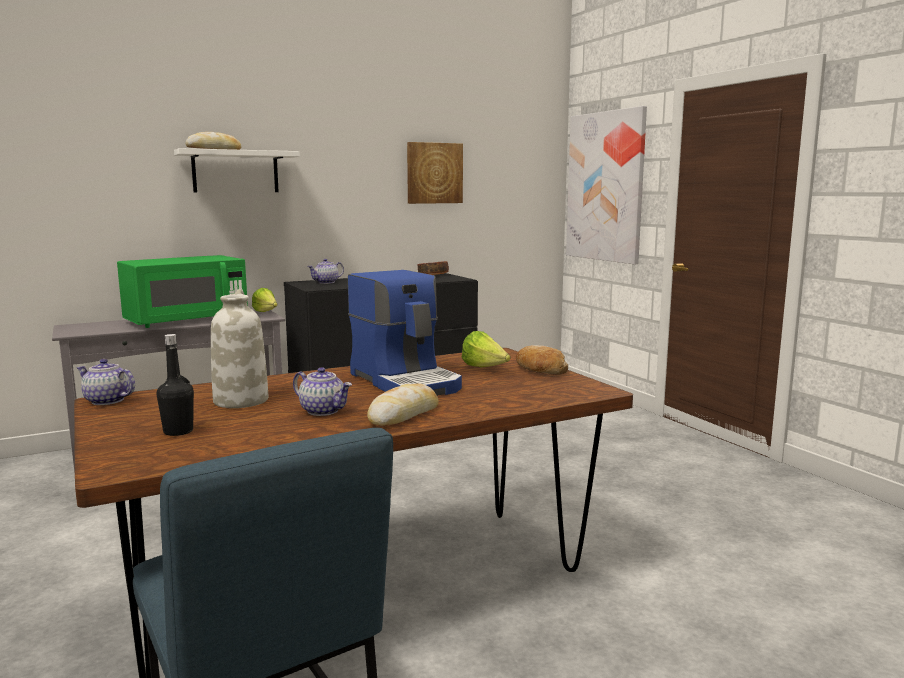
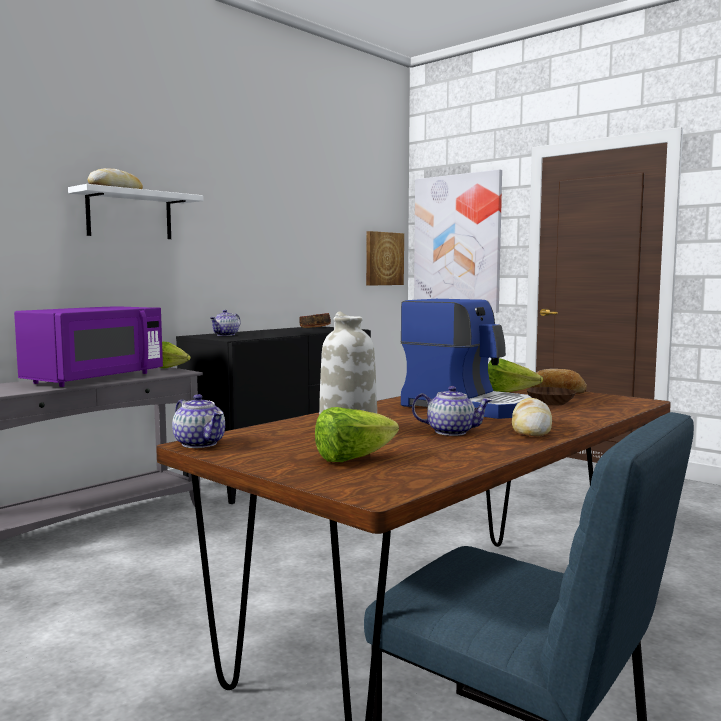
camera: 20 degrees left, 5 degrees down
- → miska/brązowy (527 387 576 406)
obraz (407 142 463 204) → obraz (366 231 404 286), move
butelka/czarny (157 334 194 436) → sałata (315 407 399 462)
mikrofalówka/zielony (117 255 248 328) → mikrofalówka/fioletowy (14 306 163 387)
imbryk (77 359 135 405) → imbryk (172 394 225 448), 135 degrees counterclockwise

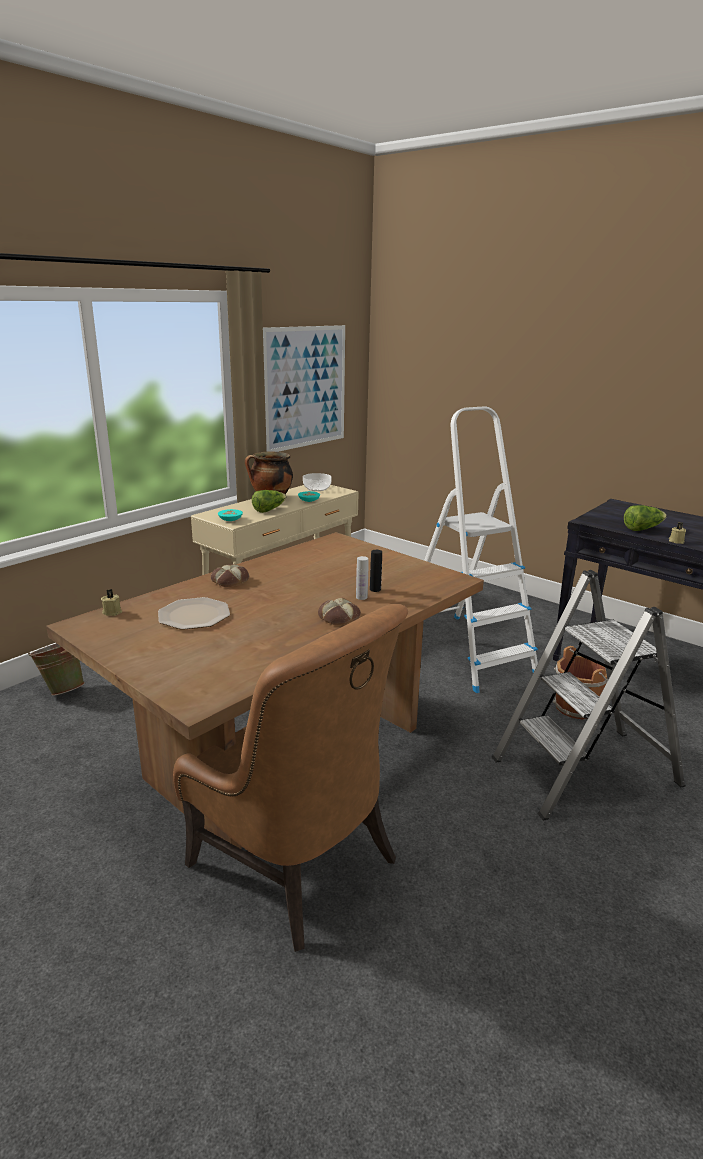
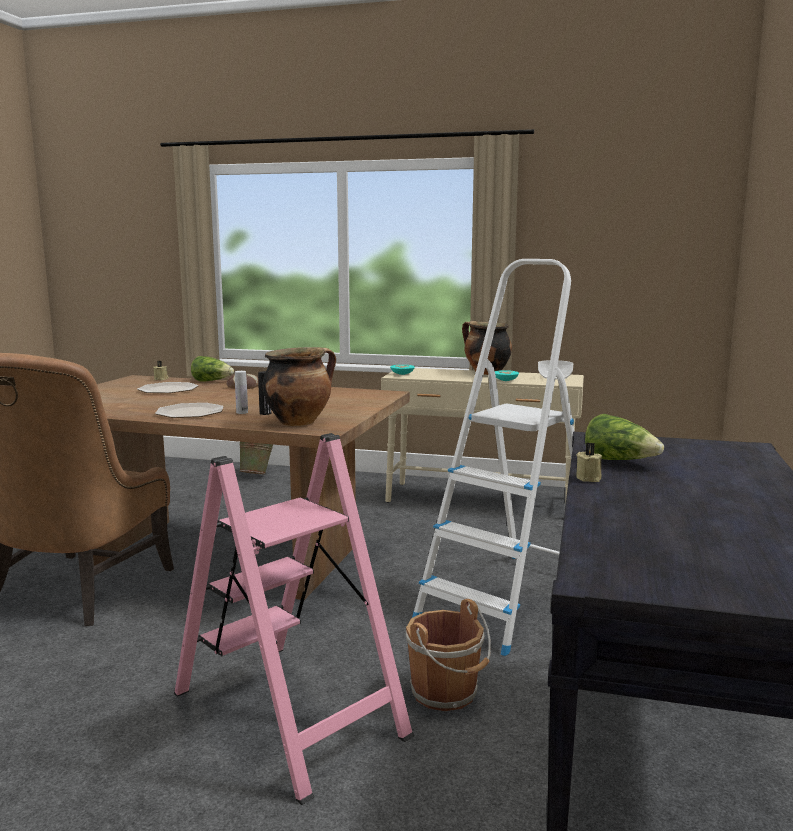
camera: 65 degrees right, 10 degrees down
obraz (263 325 345 452) → -
- → garnek (262 347 336 426)
sałata (252 490 287 513) → sałata (191 356 234 382), move
chleb (318 598 361 625) → talerz (155 403 224 418)
drabinka/szary (492 570 686 820) → drabinka/różowy (174 433 414 805)

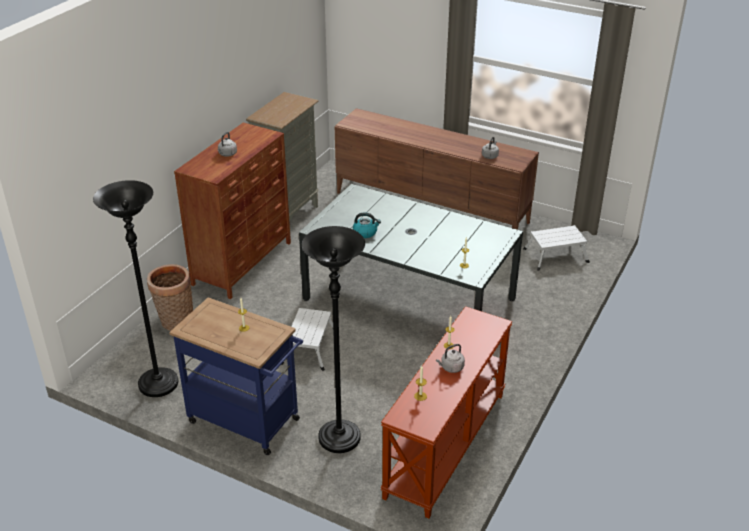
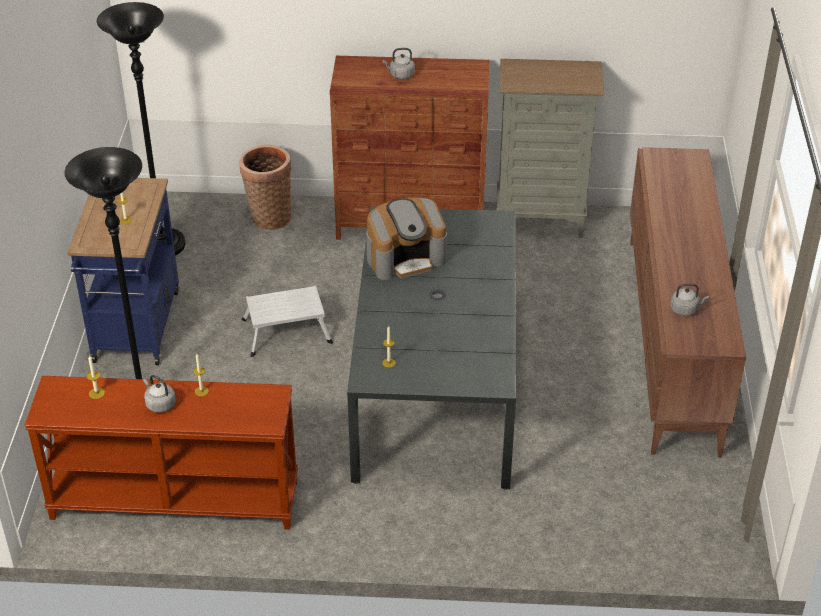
camera: 65 degrees right, 5 degrees up
drabinka/biały (523 225 590 271) → -
czajnik (353 212 381 238) → ekspres do kawy (366 197 447 280)

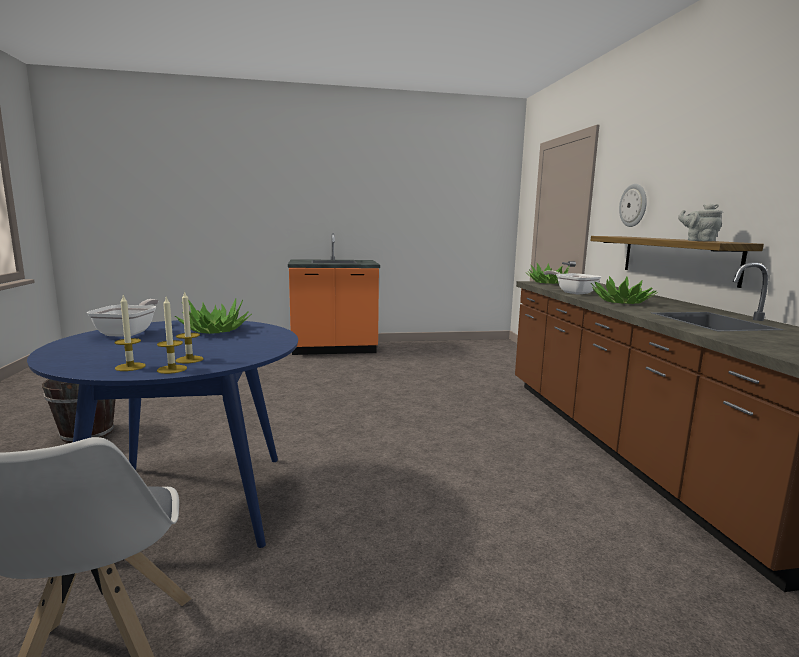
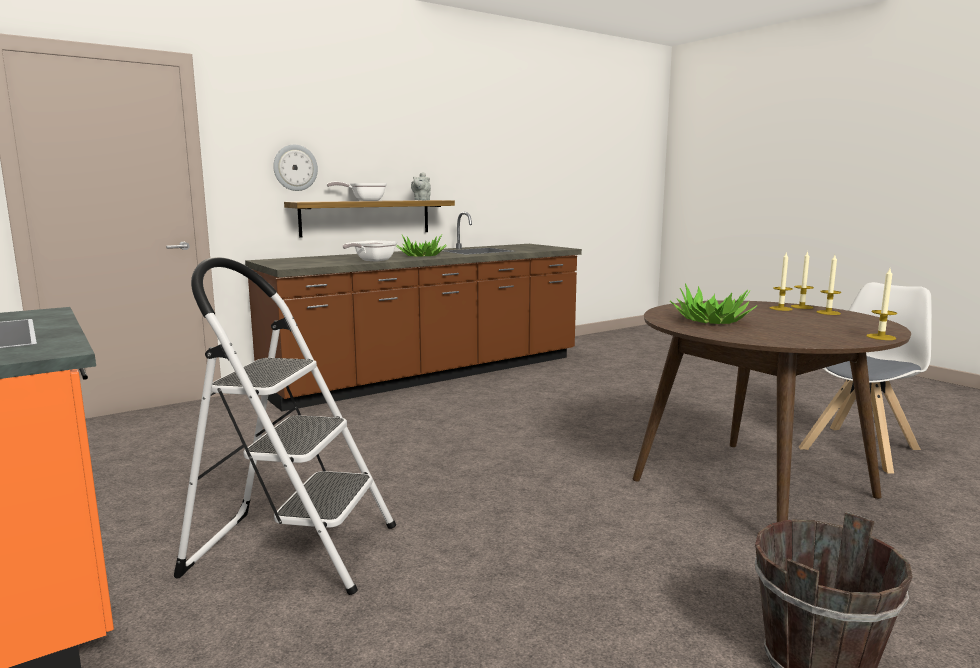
camera: 115 degrees left, 0 degrees up
roślina doniczkowa (528 262 569 284) → -
- → drabinka (174 257 396 595)
- → świeca (866 268 897 340)
patelnia (87 299 158 337) → patelnia (327 182 387 201), move
stół jadalny/niebieski (27 320 298 548) → stół jadalny/brązowy (633 300 911 522)

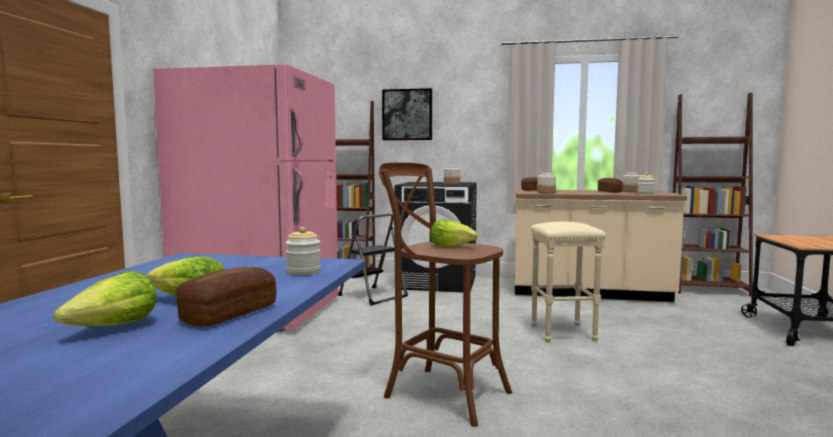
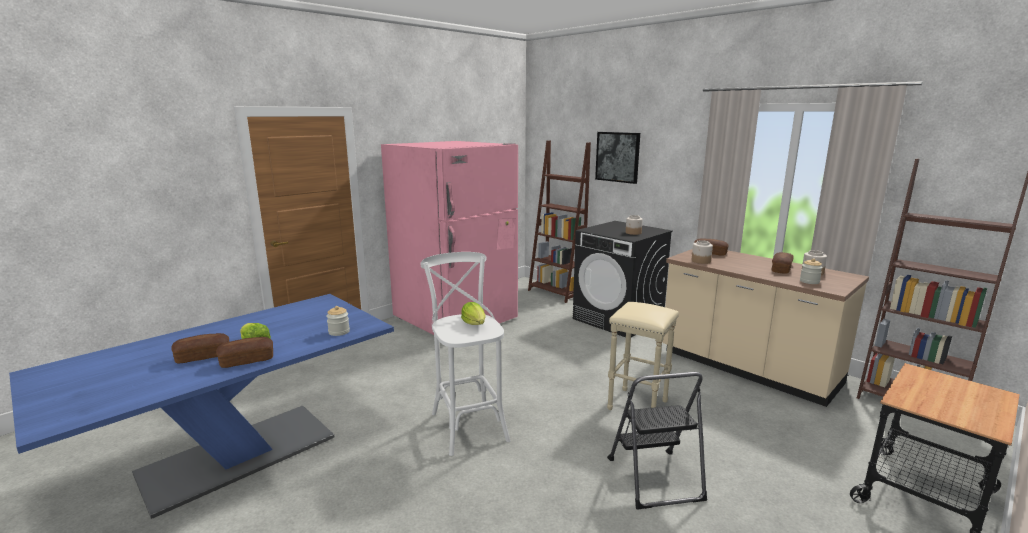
camera: 35 degrees right, 10 degrees up
drabinka/czarny (338 213 408 306) → drabinka/czarny (607 372 707 510), move
sałata (54 271 157 326) → chleb (171 333 229 363)
stołek/brązowy (378 163 512 427) → stołek/biały (420 252 511 456)

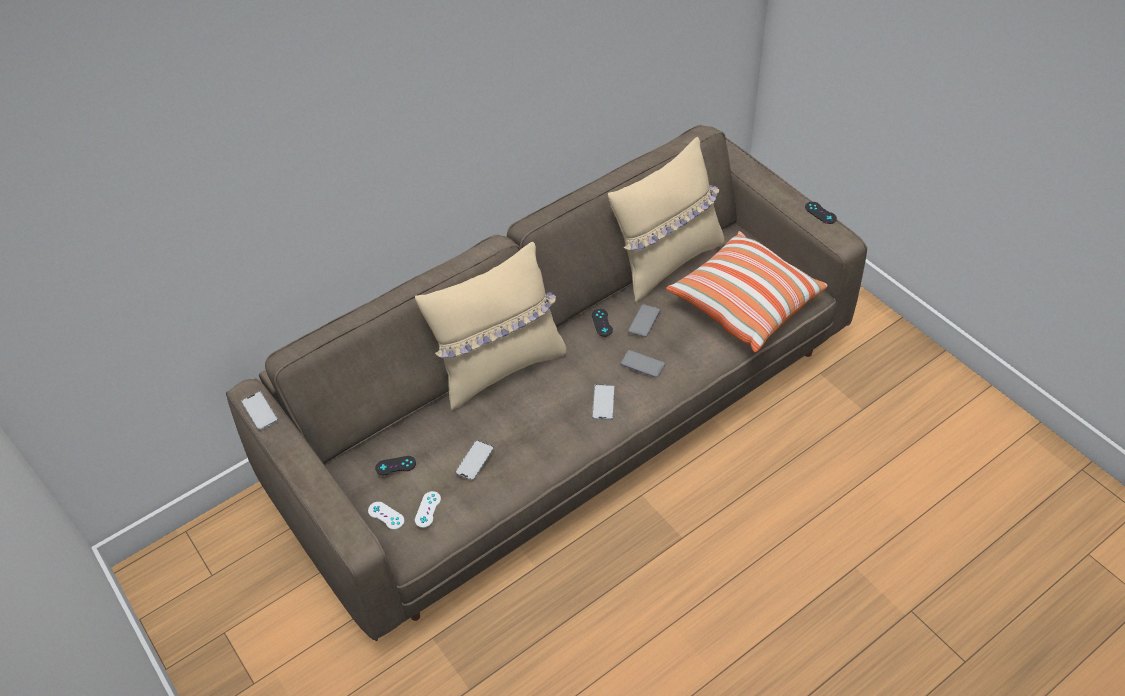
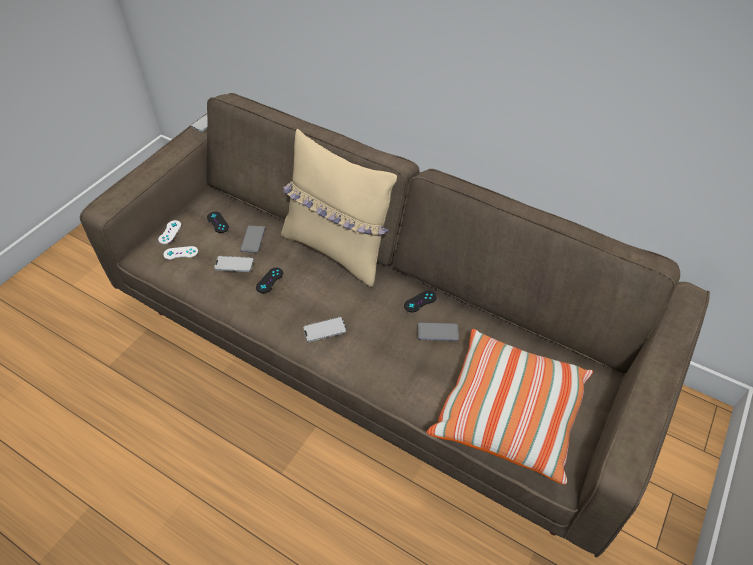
camera: 65 degrees right, 0 degrees up
poduszka/beżowy (608 137 724 303) → -
telefon (621 350 665 377) → telefon (241 225 265 253), move
pad do gier/czarny (805 202 837 224) → pad do gier/czarny (256 267 283 293), move

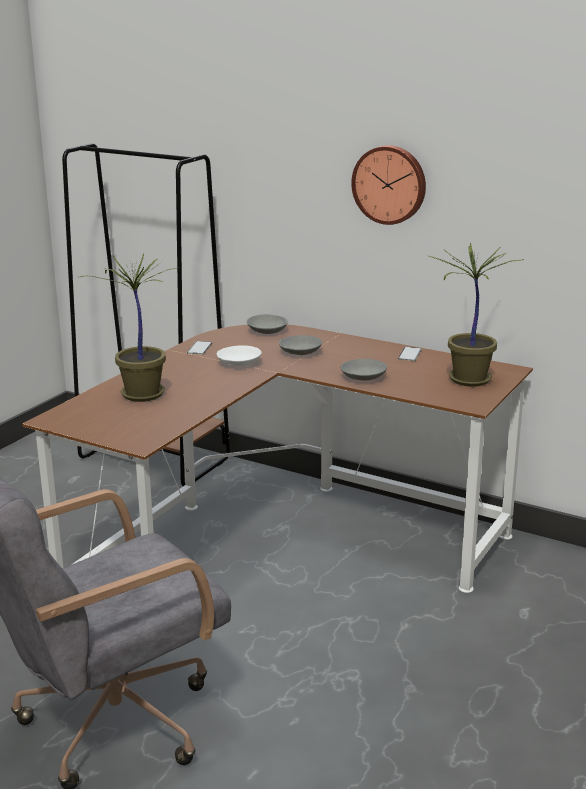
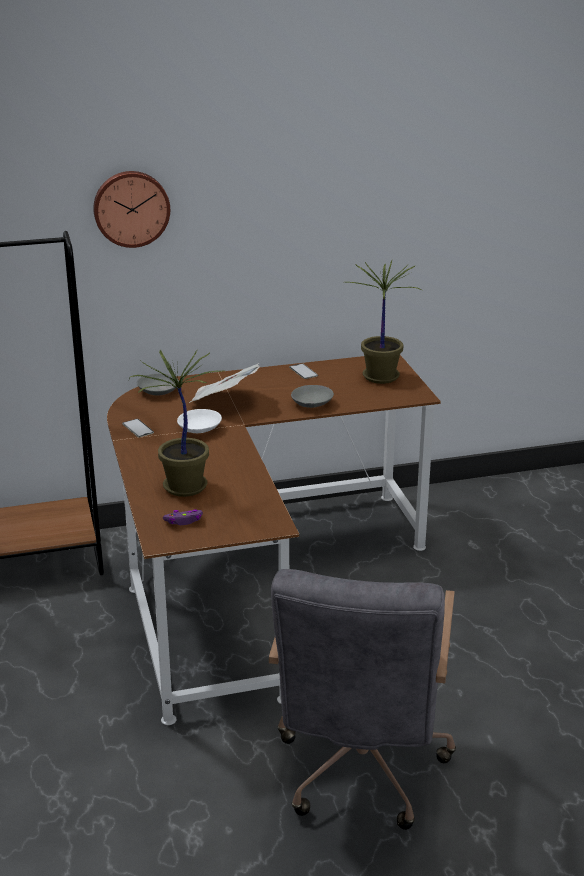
camera: 45 degrees left, 5 degrees up
- → pad do gier/fioletowy (163 509 203 525)
zegar ścienny (351 145 426 225) → zegar ścienny (93 171 170 248), move
miska/szary (279 335 322 355) → gazeta (189 363 259 403)

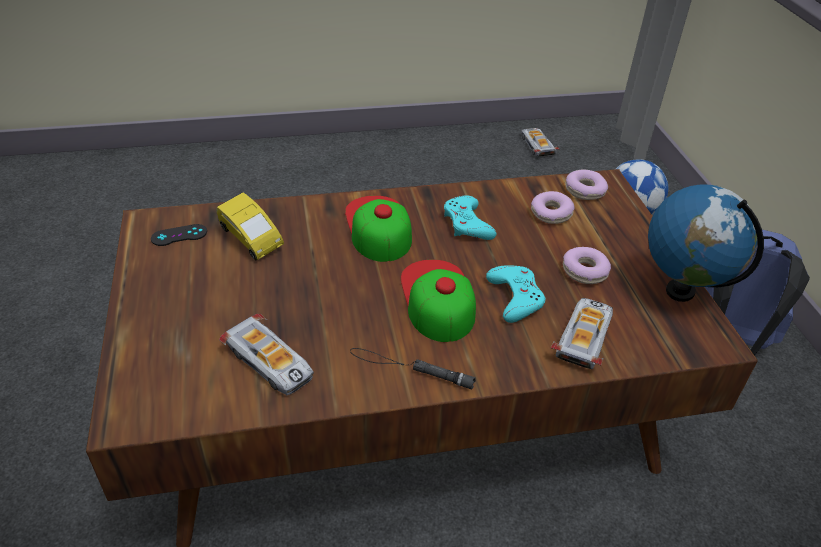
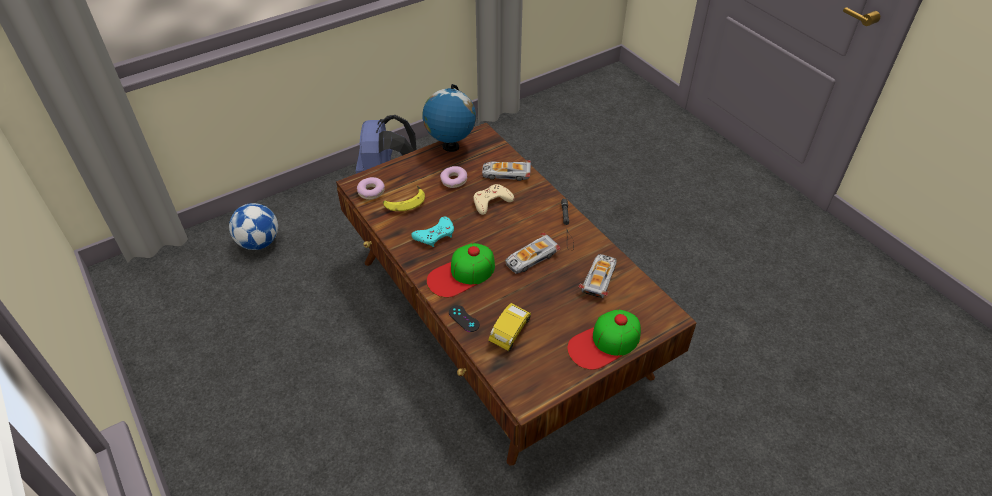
camera: 110 degrees left, 5 degrees up
pad do gier/czarny (151 224 207 246) → pad do gier/czarny (449 305 480 332), move
czapka z daszkiem (401 260 476 342) → czapka z daszkiem (567 310 641 370), move
samochodzik (521 128 559 156) → samochodzik (505 233 560 274), move
donut (531 191 574 224) → banan (383 185 425 211)
pad do gier/turkusowy (486 265 545 323) → pad do gier/beżowy (473 184 514 215)

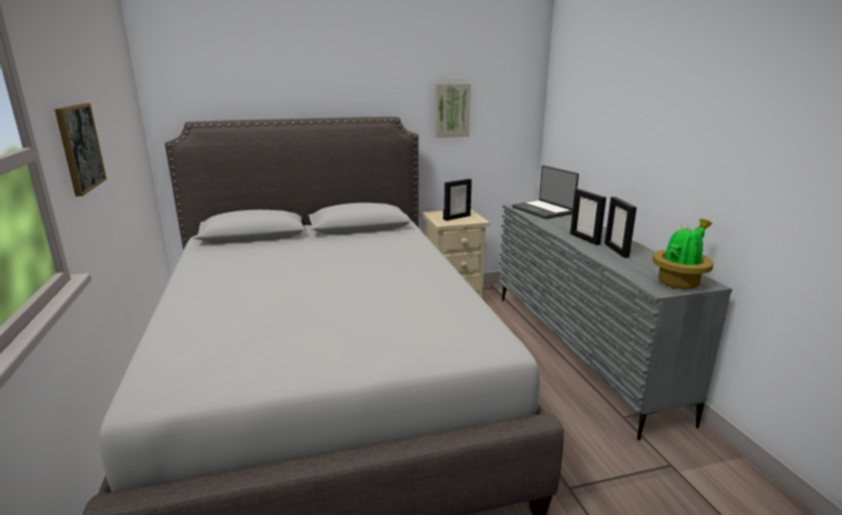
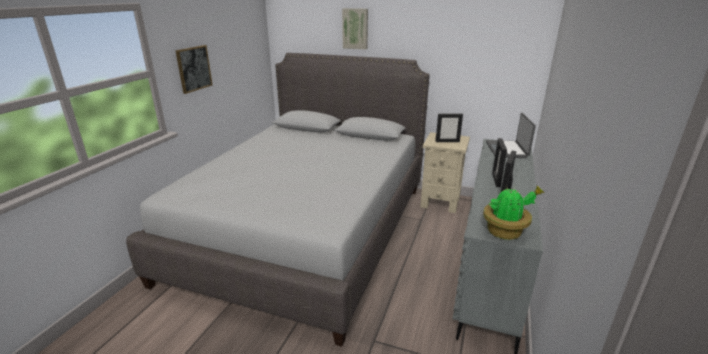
camera: 35 degrees right, 5 degrees up
obraz (435 84 471 138) → obraz (342 8 368 50), move

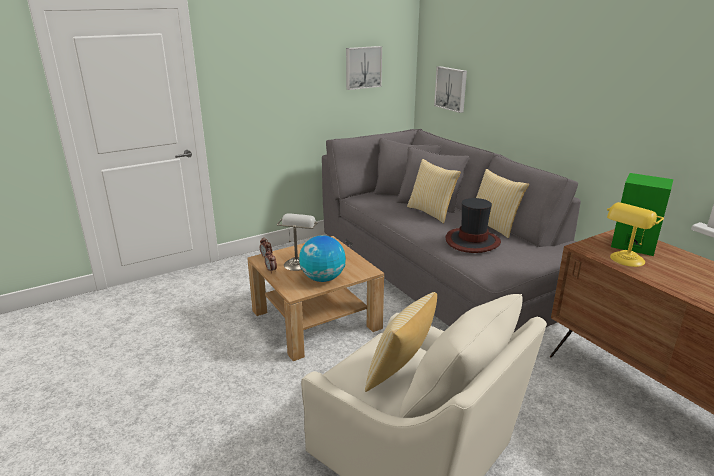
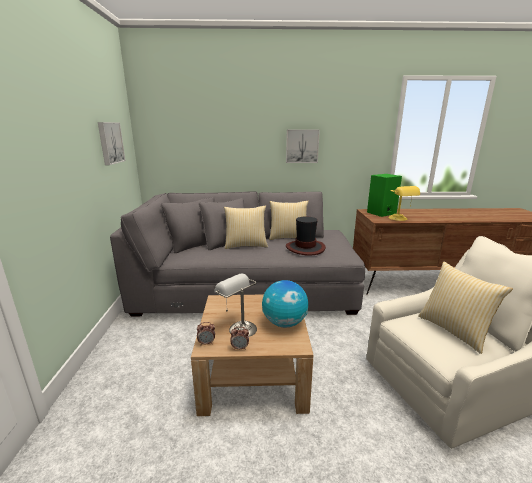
camera: 60 degrees left, 5 degrees down
obraz (434 66 467 113) → obraz (286 129 320 163), move

